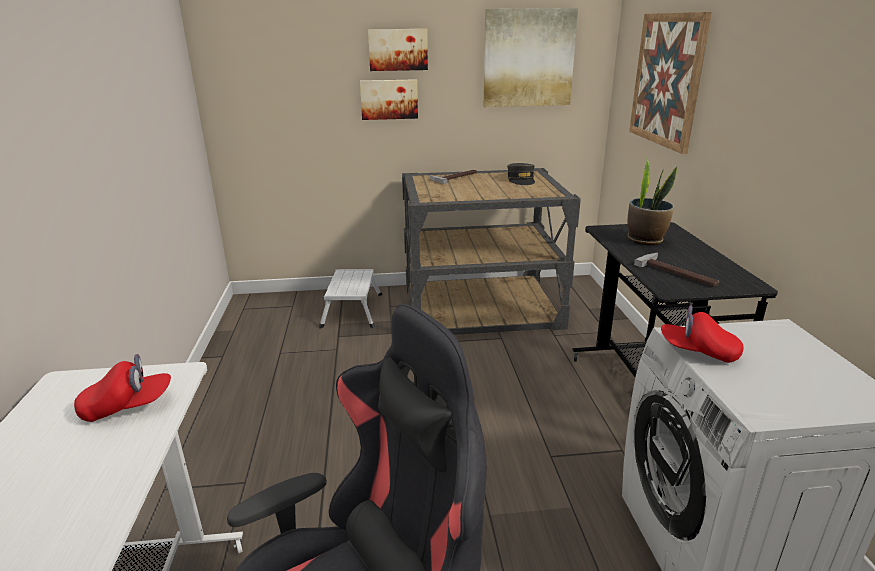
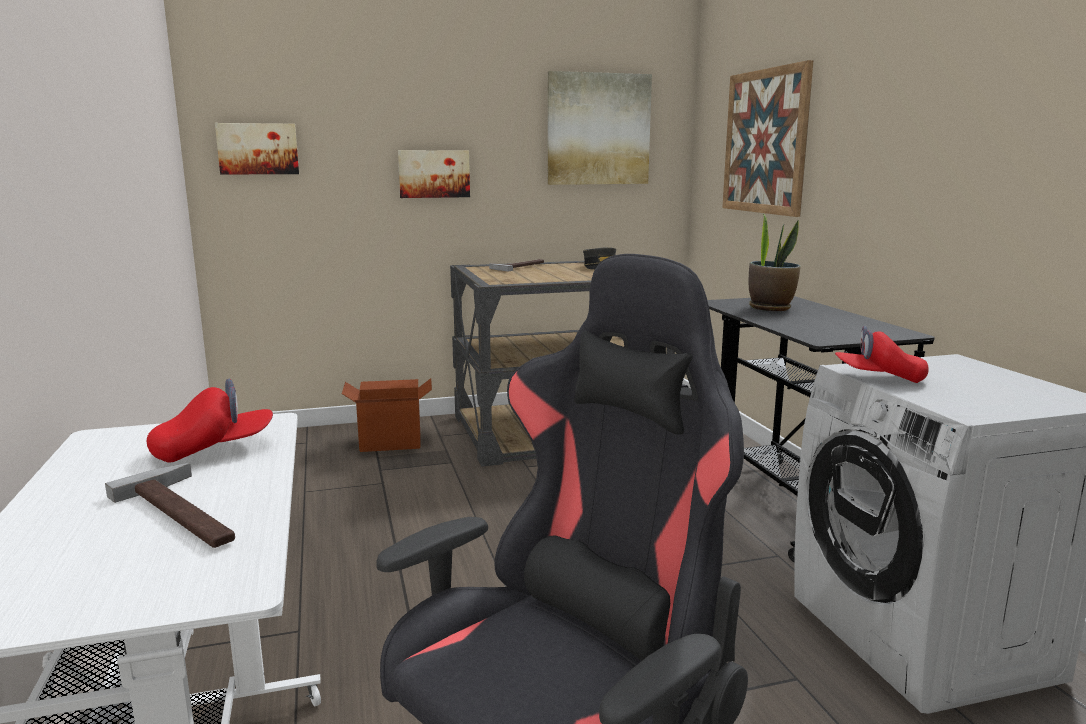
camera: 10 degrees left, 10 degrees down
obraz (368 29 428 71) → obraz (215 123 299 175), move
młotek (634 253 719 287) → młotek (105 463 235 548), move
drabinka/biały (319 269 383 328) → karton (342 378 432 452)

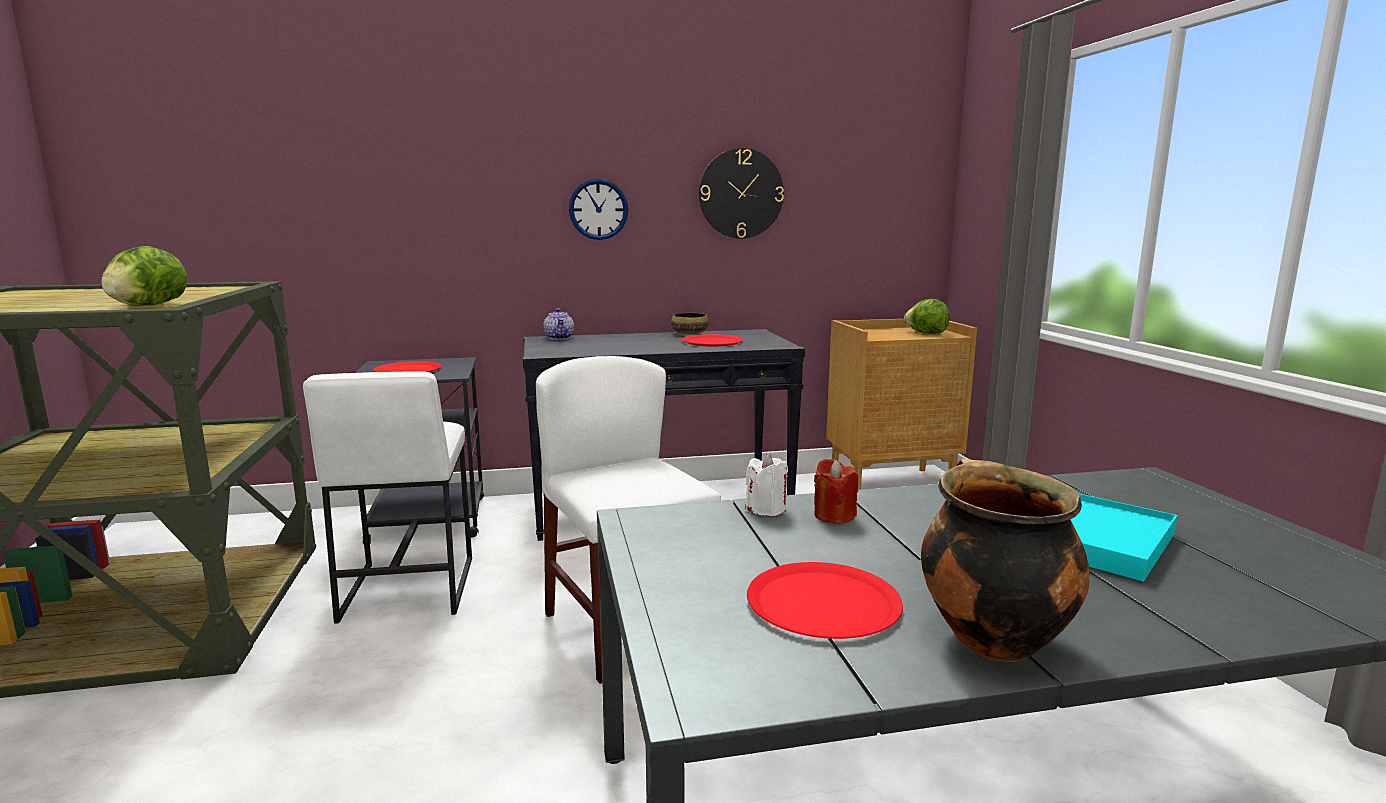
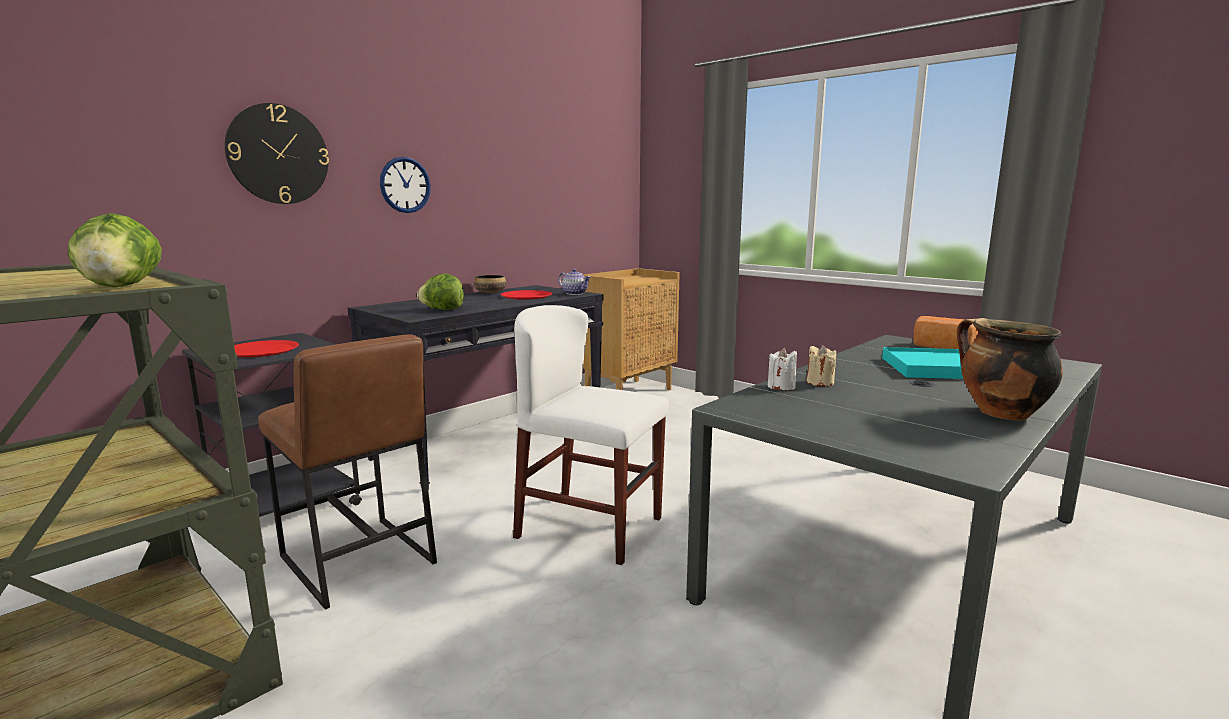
camera: 35 degrees left, 0 degrees up
talerz/czerwony (747 562 903 639) → -
- → chleb (913 316 978 349)
imbryk (543 308 574 340) → imbryk (558 269 591 295), move
zegar ścienny (699 148 784 239) → zegar ścienny (225 103 329 204), move
sałata (904 299 950 334) → sałata (417 274 464 310), move
krzesło/biały (303 371 472 624) → krzesło/brązowy (258 334 437 610)
świeca/czerwony (814 459 858 524) → świeca/beżowy (806 345 836 387)

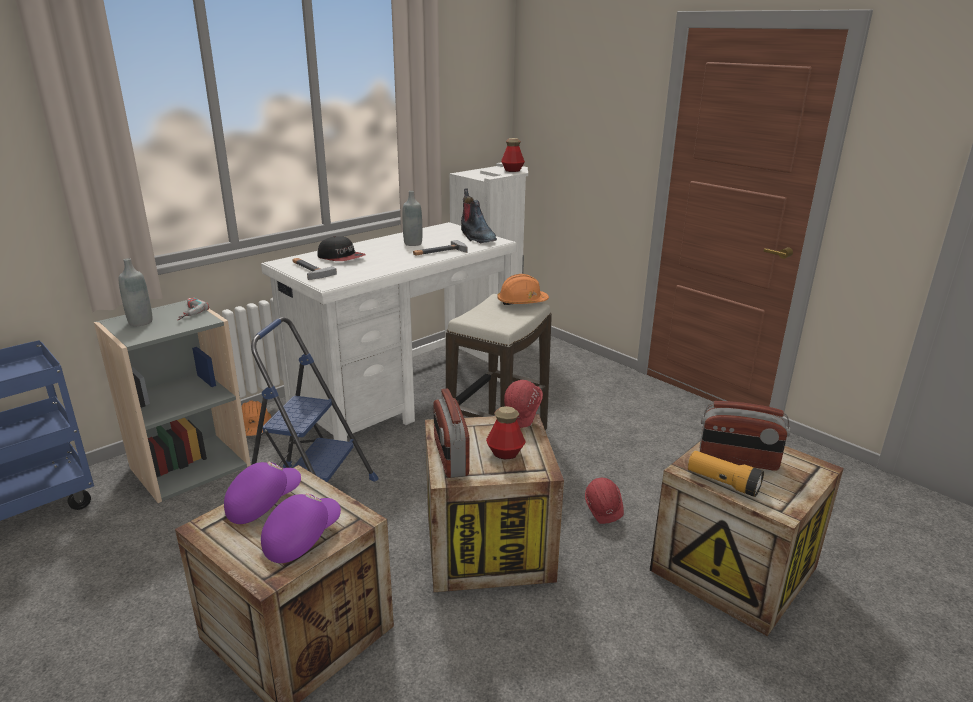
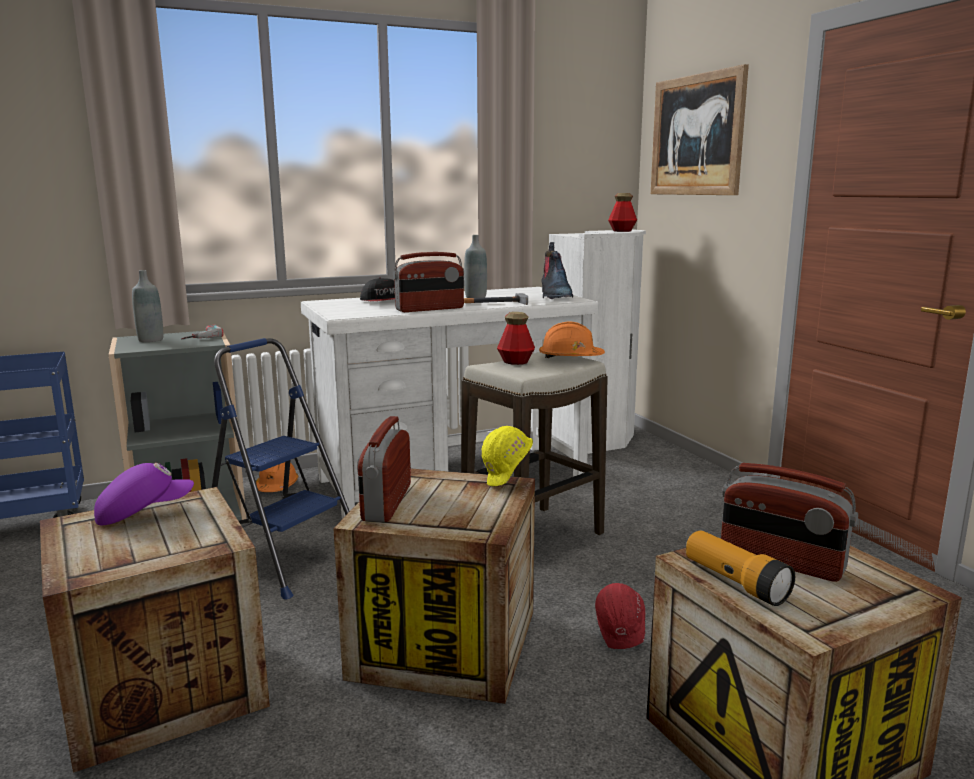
camera: 20 degrees right, 10 degrees down
czapka z daszkiem/fioletowy (261 493 341 563) → -
młotek (292 258 337 280) → -
- → radio (393 252 464 312)
- → obraz (651 64 749 195)
butelka (486 406 526 459) → butelka (497 312 535 365), move
kask/czerwony (504 380 543 428) → kask/żółty (482 426 533 487)

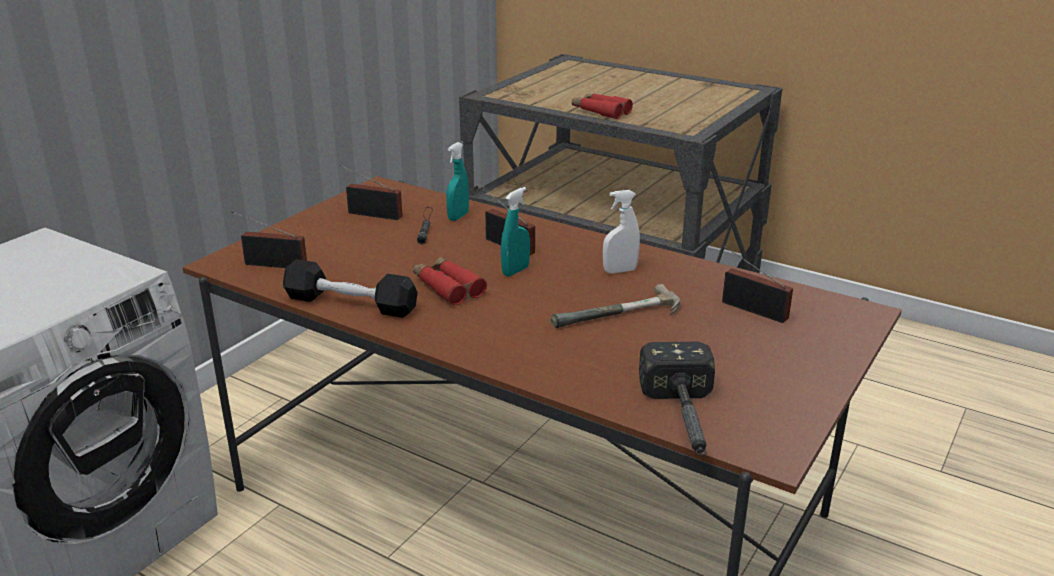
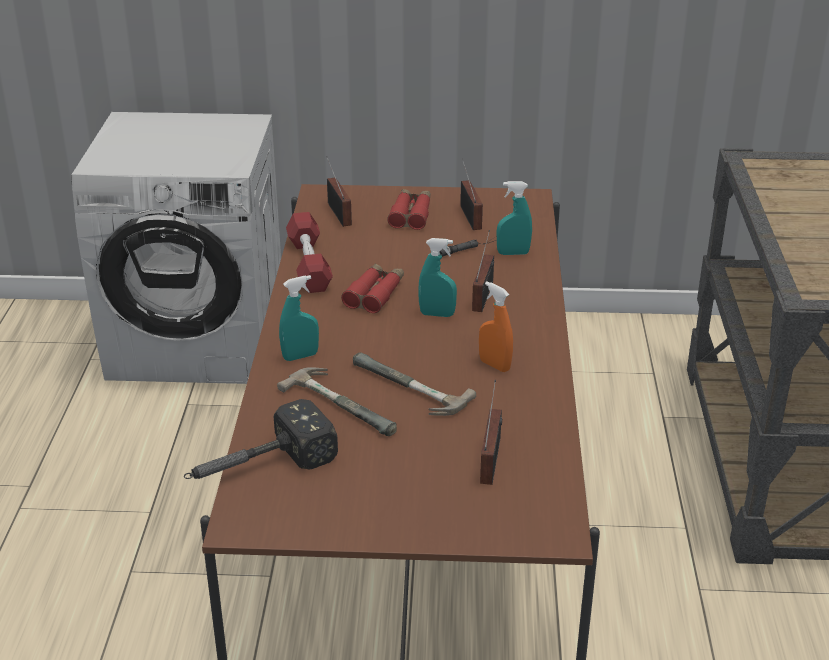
camera: 60 degrees right, 5 degrees up
- → młotek (277 367 397 436)
- → spryskiwacz/turkusowy (279 275 319 361)
lornetka/czerwony (572 93 633 119) → lornetka/czerwony (387 189 431 230), move
hantel/czarny (283 259 418 318) → hantel/czerwony (286 212 333 293)
spryskiwacz/biały (603 190 640 273) → spryskiwacz/pomarańczowy (479 281 513 372)

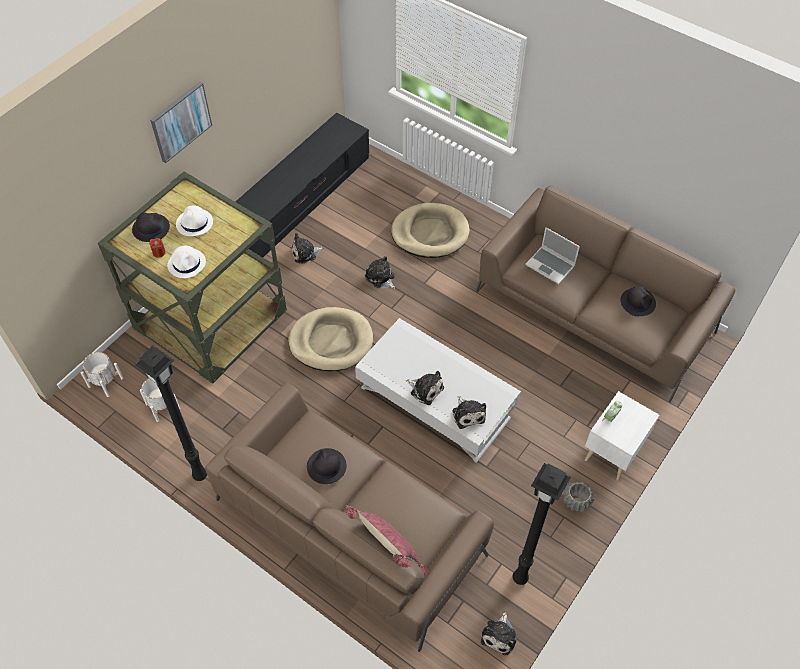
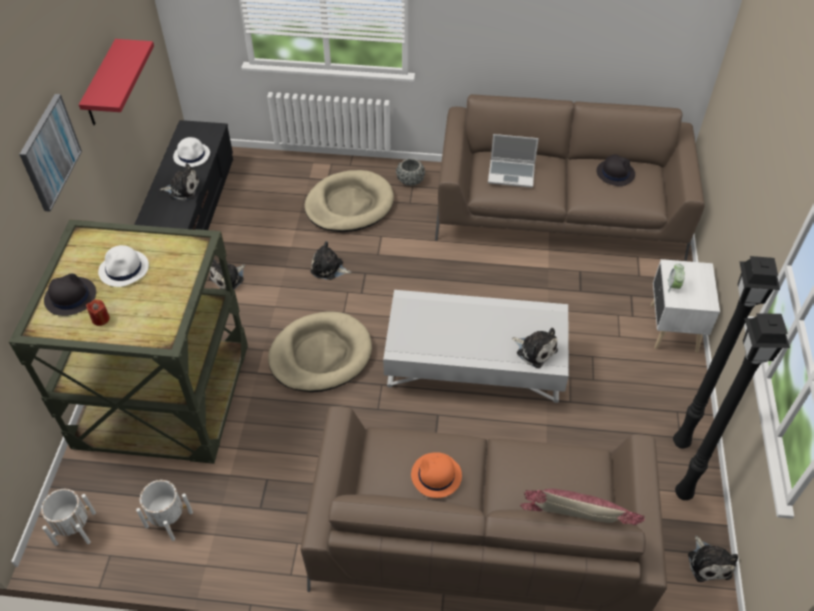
camera: 30 degrees left, 5 degrees down
- → półka/czerwony (79 39 154 125)
lampa stojąca/czarny (135 346 207 481) → lampa stojąca/czarny (673 256 780 449), move
kapelusz/biały (167 246 206 278) → kapelusz/biały (173 137 210 167), move
pluszak (406 371 444 405) → pluszak (159 163 200 200), move
donica/szary (563 481 595 512) → donica/szary (396 159 425 186), move
kapelusz/czarny (307 448 347 484) → kapelusz/pomarańczowy (411 452 462 498)

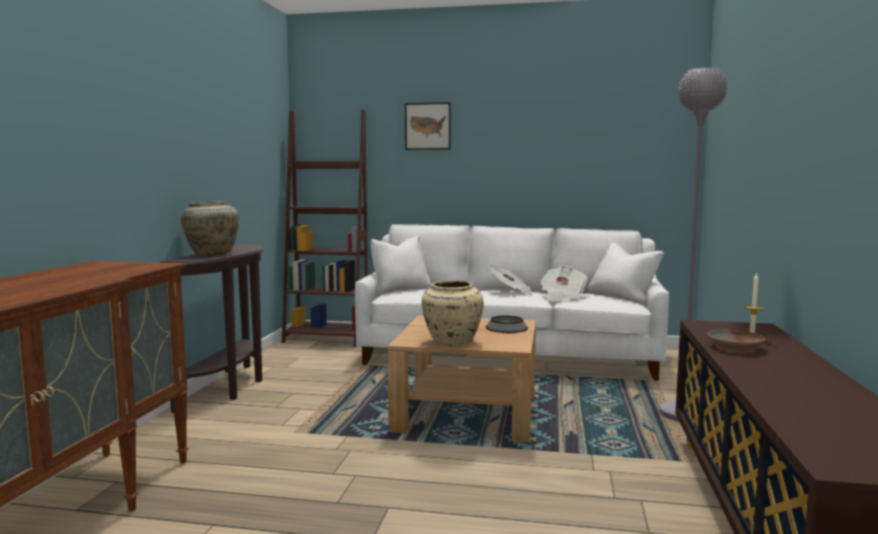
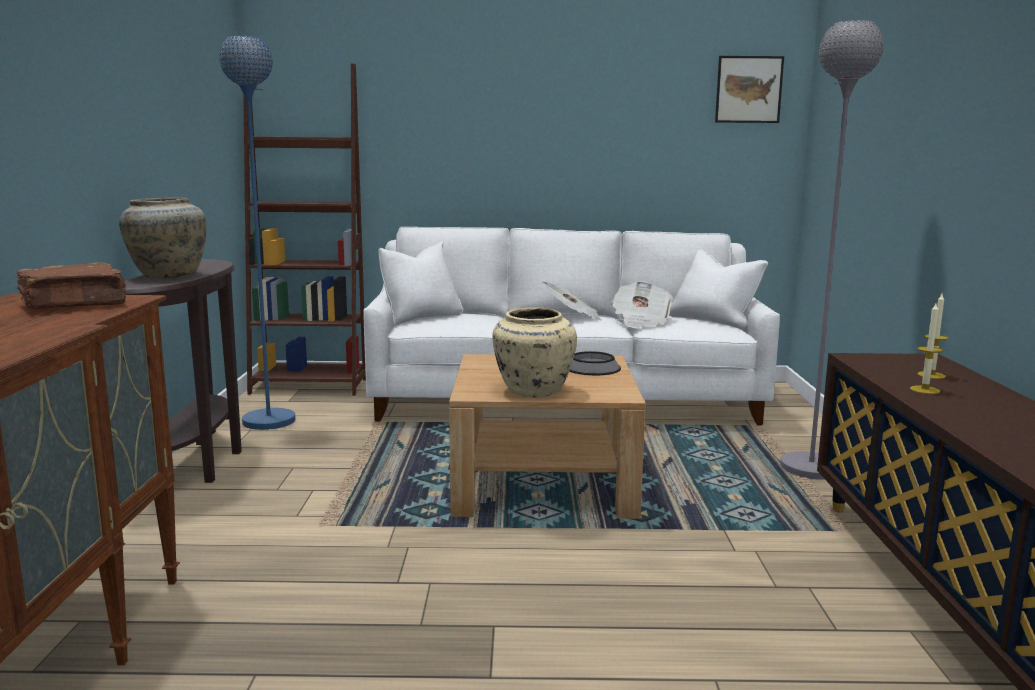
camera: 10 degrees left, 5 degrees up
- → książka/brązowy (16 262 127 309)
- → lampa stojąca/niebieski (219 35 295 430)
obraz (405 102 451 150) → obraz (715 56 784 123), move
miska/brązowy (708 330 765 352) → świeca (910 303 943 394)

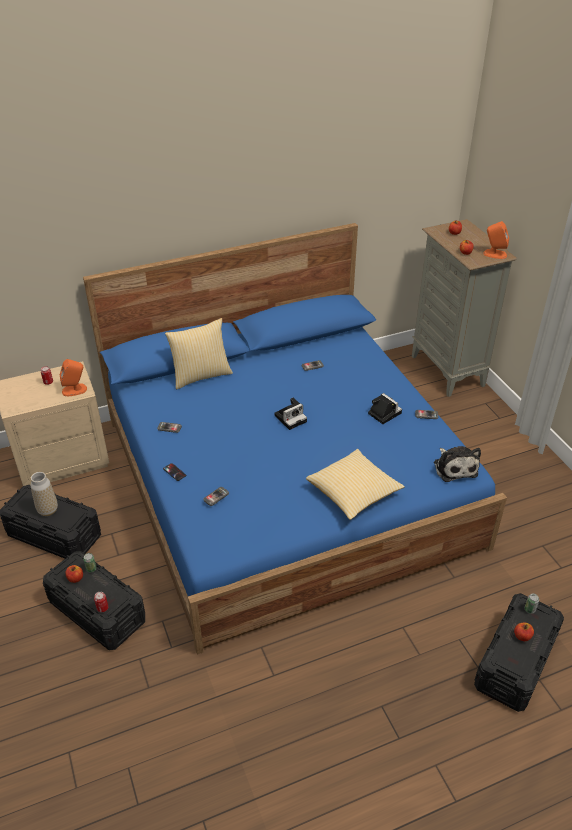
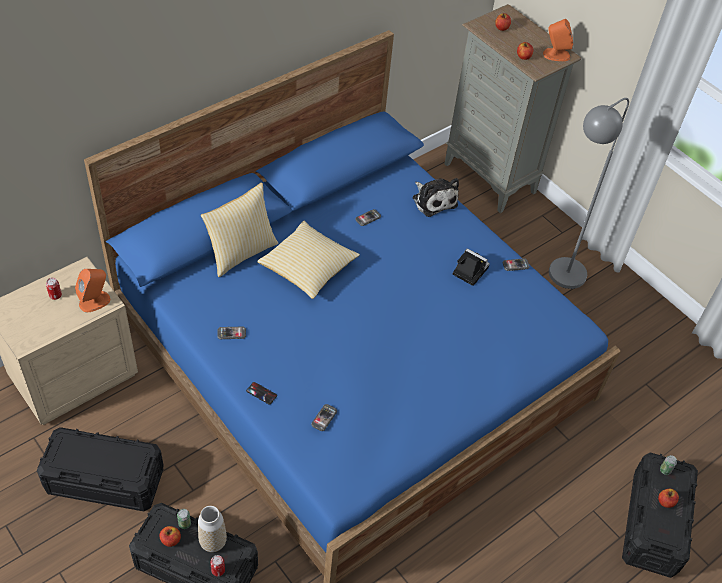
camera: 20 degrees left, 10 degrees up
aparat fotograficzny (274 398 307 430) → -
- → lampa stojąca/szary (549 98 629 289)
wazon (31 472 58 516) → wazon (198 506 227 552), move
poduszka (306 449 405 520) → poduszka (257 220 360 299), move
pluszak (434 446 481 482) → pluszak (413 178 459 217), move

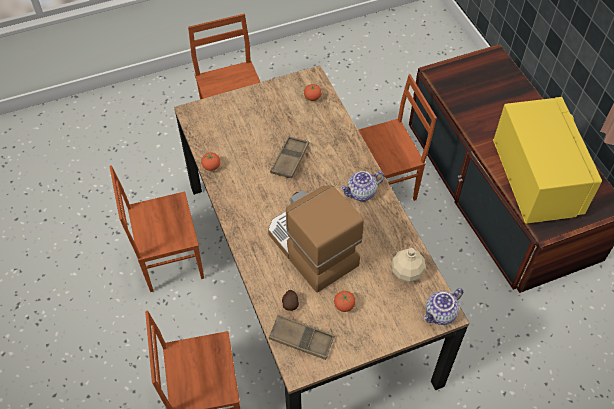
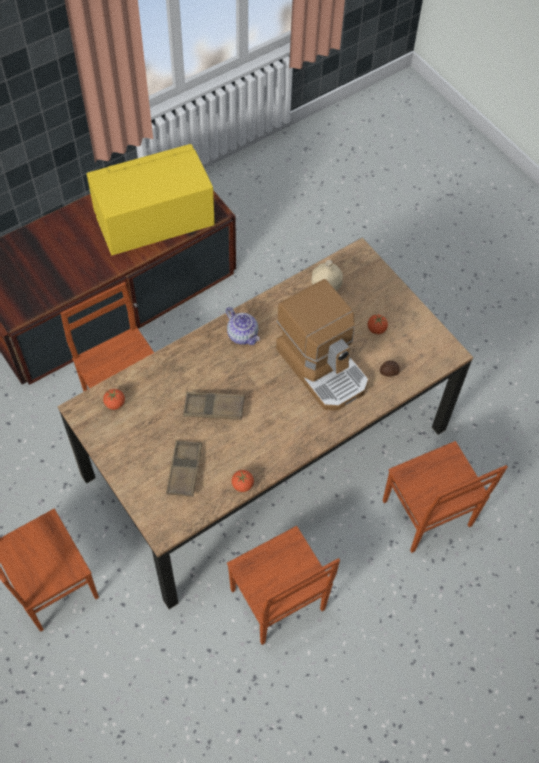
camera: 105 degrees left, 5 degrees up
imbryk (423 288 463 325) → -
taca/brązowy (269 315 335 360) → taca/brązowy (166 440 202 497), move
ekspres do kawy (268 185 364 292) → ekspres do kawy (276 279 369 411), 75 degrees counterclockwise

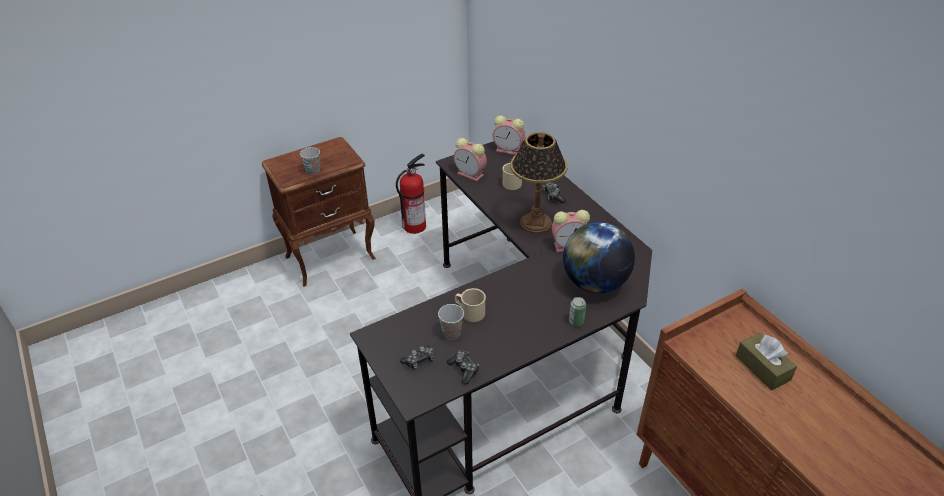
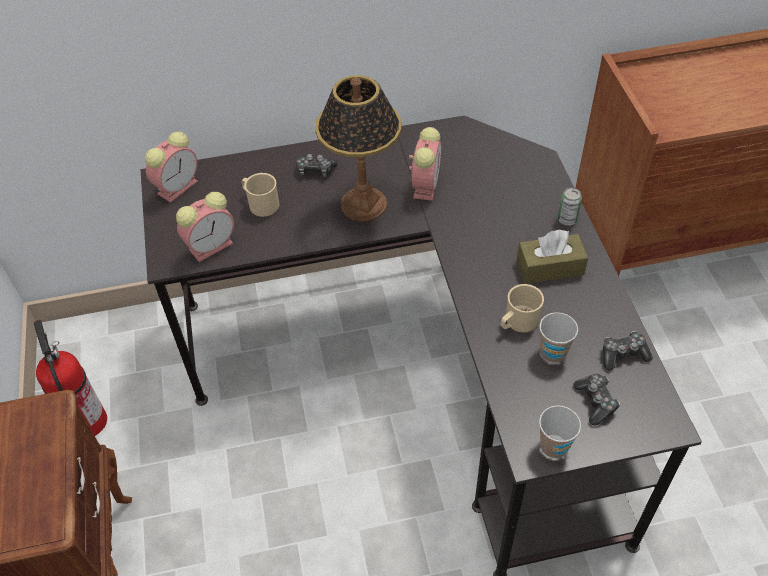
camera: 70 degrees left, 10 degrees up
globus (563 222 635 293) → -
filiżanka (300 147 320 175) → filiżanka (539 405 581 458), move
pudełko chusteczek/brązowy (736 333 797 390) → pudełko chusteczek/brązowy (517 230 588 284), move

